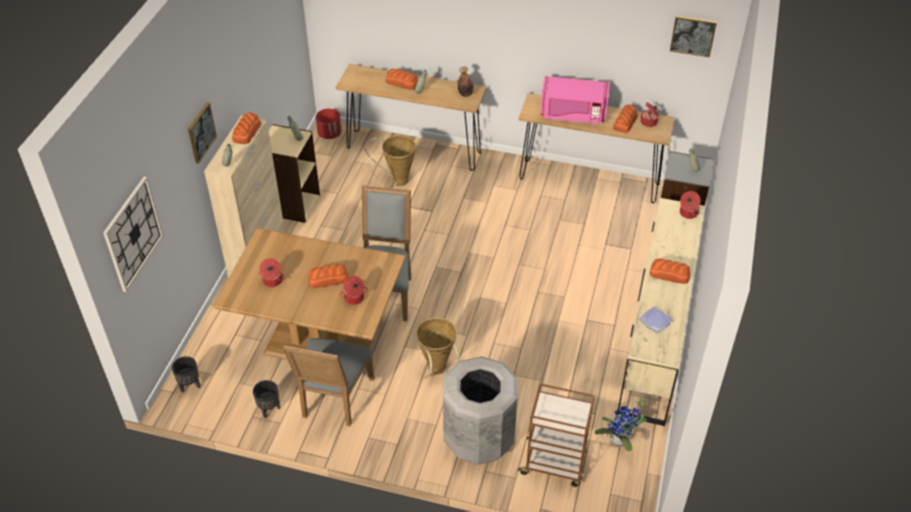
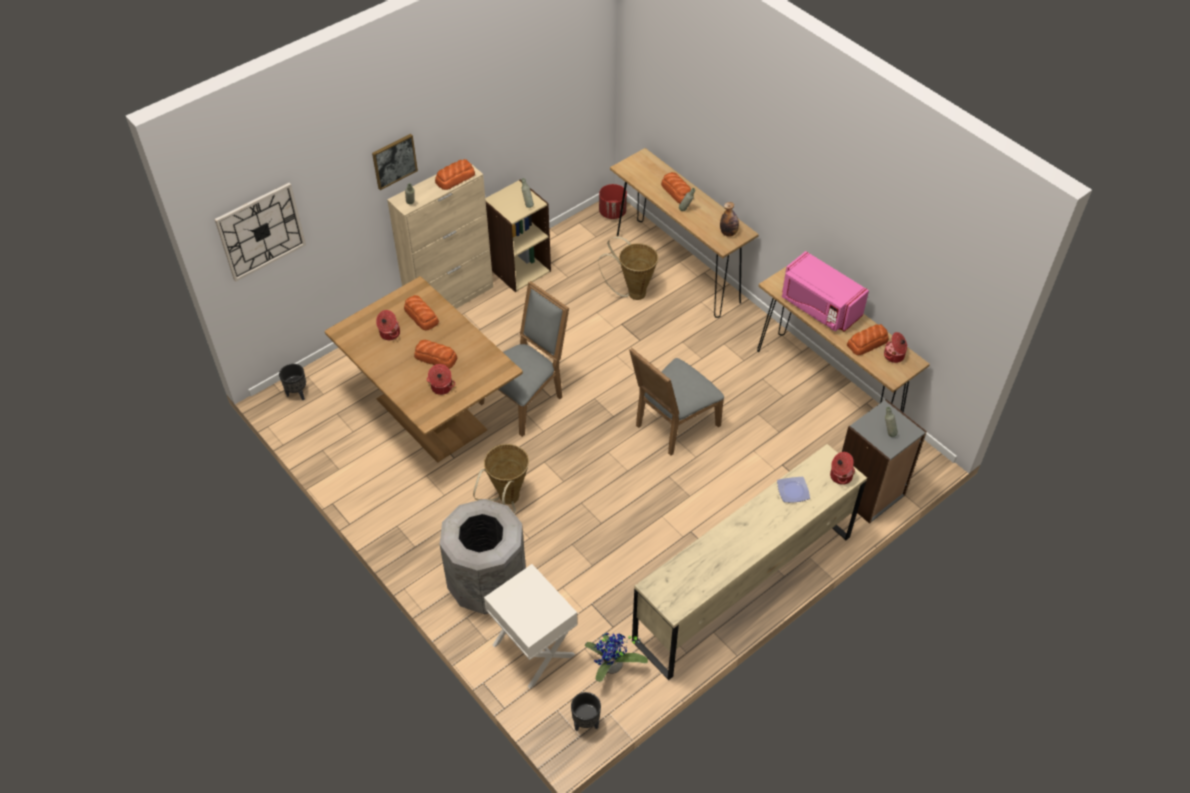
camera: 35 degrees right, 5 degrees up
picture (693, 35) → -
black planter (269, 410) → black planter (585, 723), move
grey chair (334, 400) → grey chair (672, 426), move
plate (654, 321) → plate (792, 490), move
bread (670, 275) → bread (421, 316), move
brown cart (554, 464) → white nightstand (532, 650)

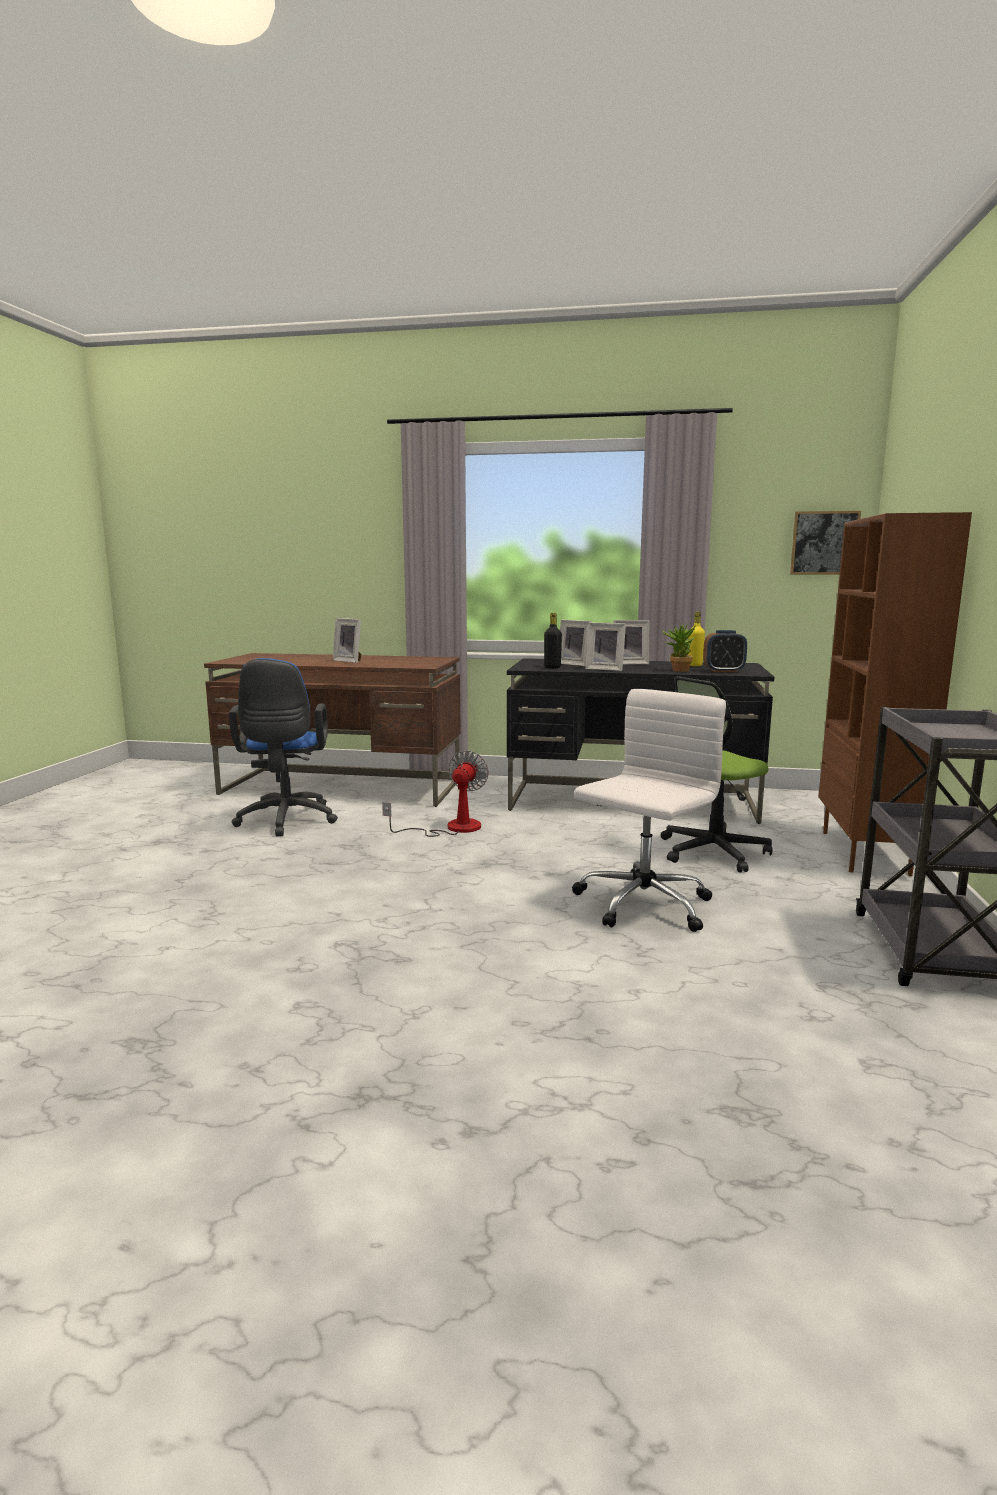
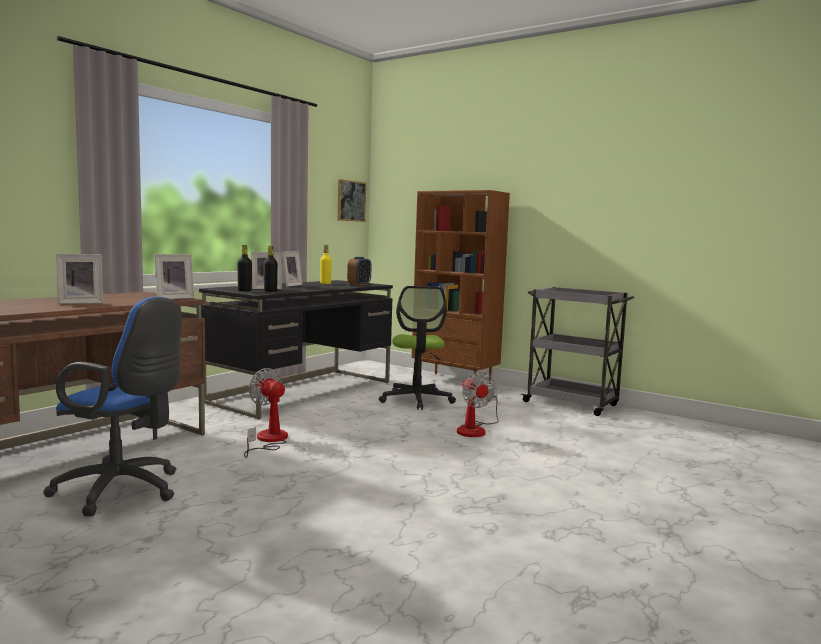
camera: 65 degrees left, 5 degrees down
potted plant (677, 670) → -
- → black bottle (244, 290)
picture frame (605, 669) → picture frame (173, 298), move
white office chair (641, 905) → fan (475, 429)

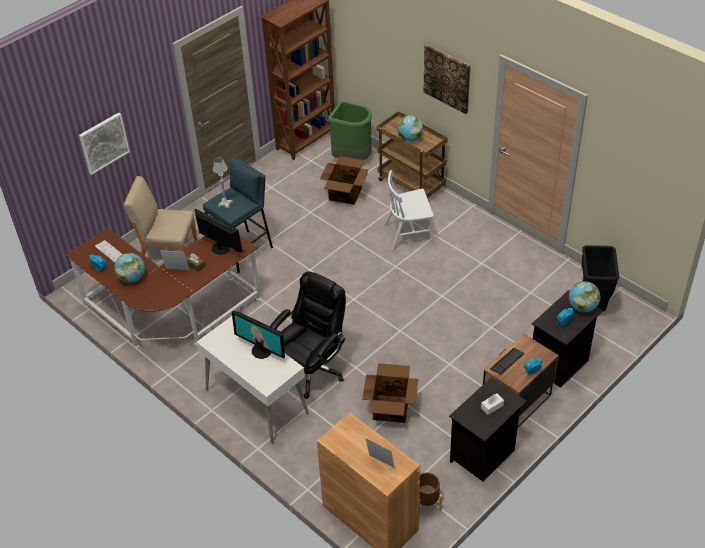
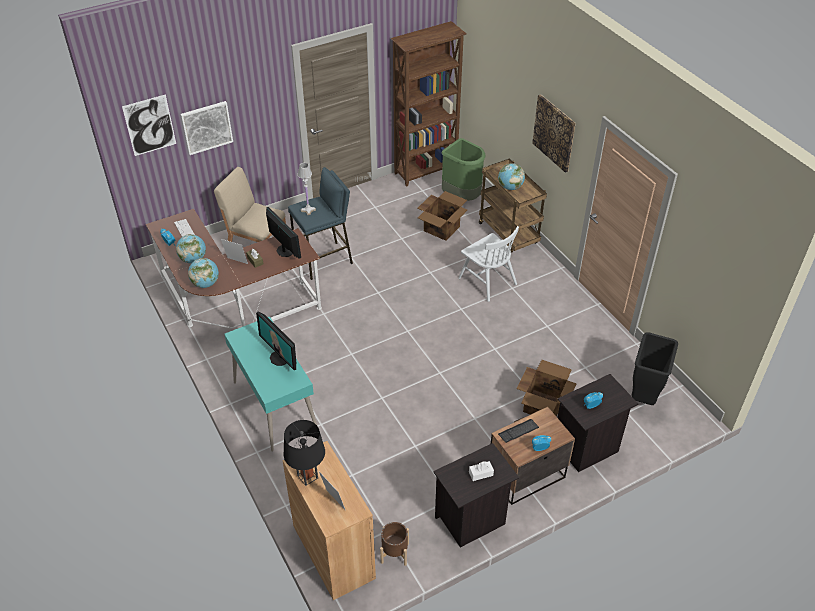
camera: 15 degrees right, 0 degrees up
black office chair (311, 369) → -
- → picture (150, 125)
- → black table lamp (307, 476)
cardboard box (391, 408) → cardboard box (543, 405), move
globe (582, 307) → globe (205, 283), move
white desk (256, 402) → turquoise desk (274, 406)
white chair (409, 234) → white chair (487, 281), 135 degrees counterclockwise

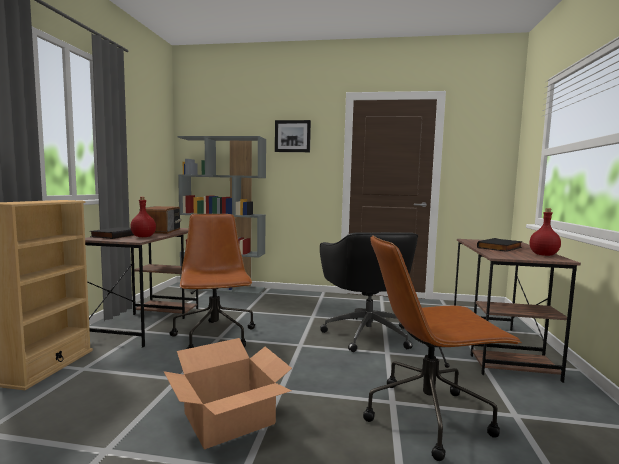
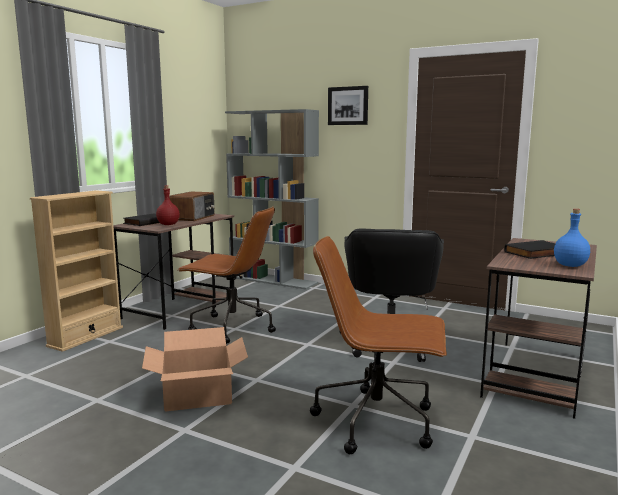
camera: 20 degrees right, 5 degrees up
red bottle (544, 255) → blue bottle (570, 265)
brown office chair (215, 337) → brown office chair (231, 328), 105 degrees clockwise

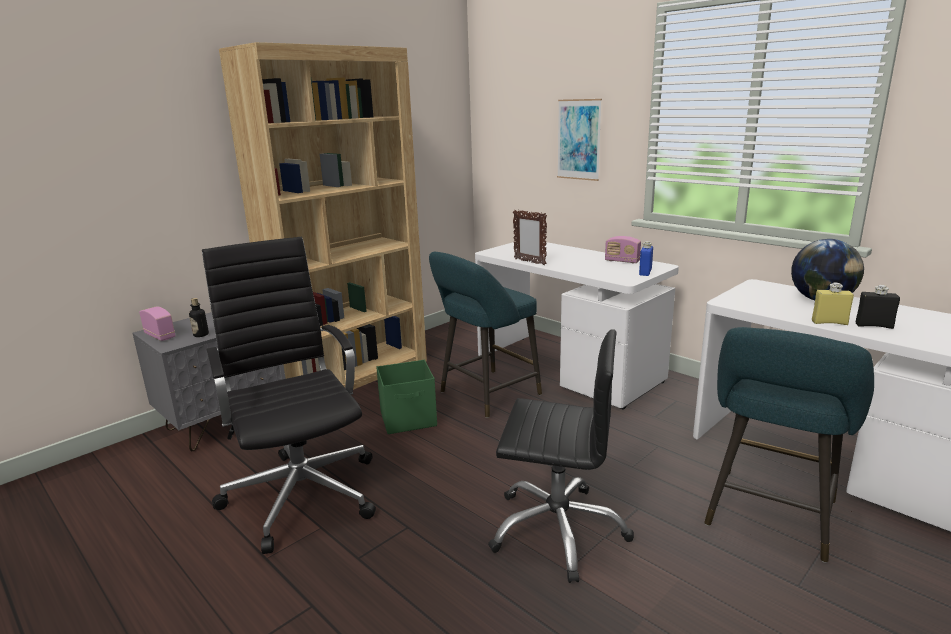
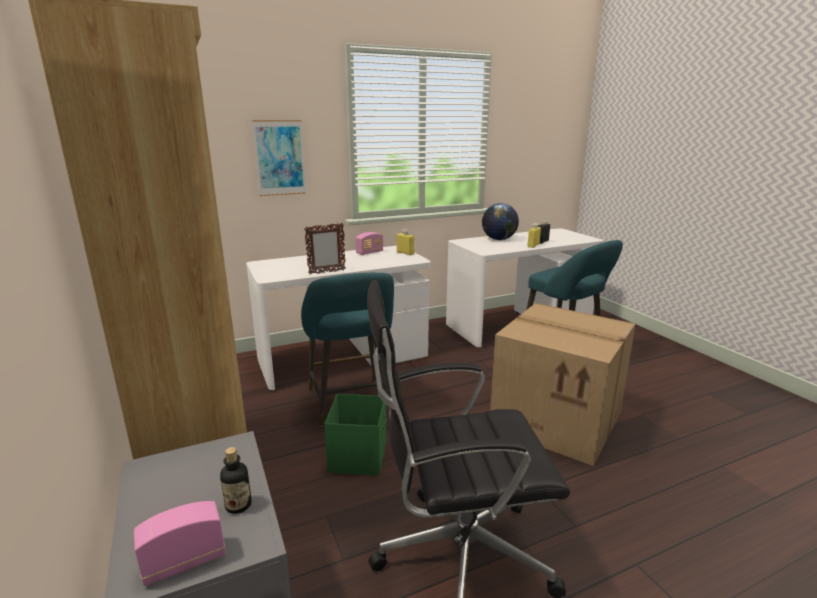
camera: 70 degrees left, 0 degrees up
black office chair (558, 529) → cardboard box (558, 420)
blue bottle (645, 272) → yellow bottle (405, 253)

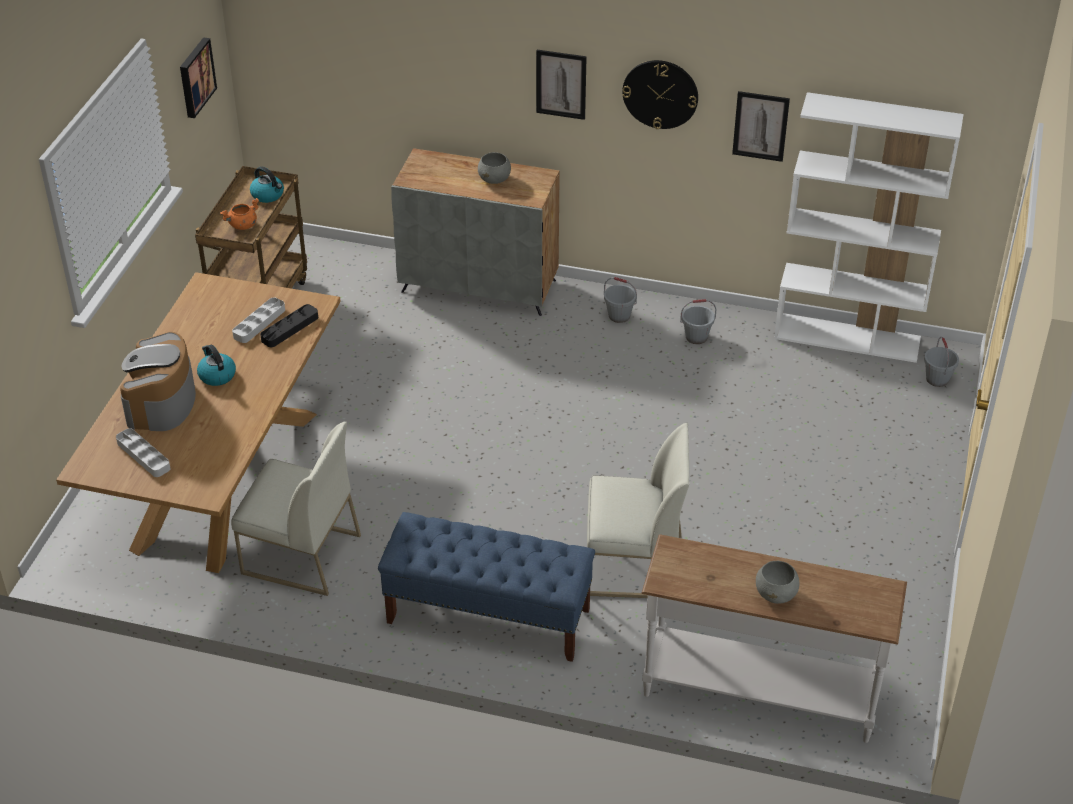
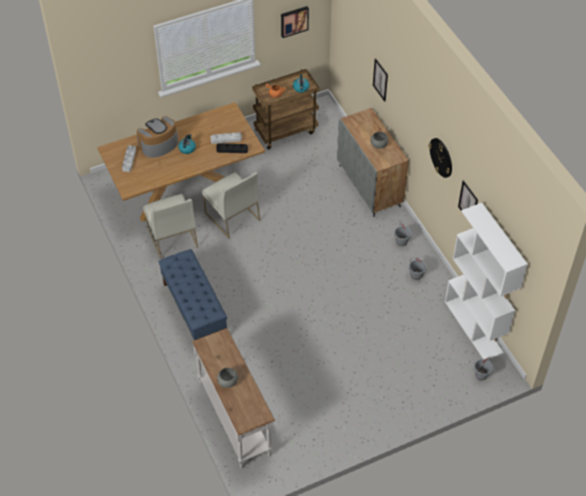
camera: 50 degrees right, 10 degrees up
picture (561, 84) → picture (380, 80), move
white chair (634, 566) → white chair (231, 216), move

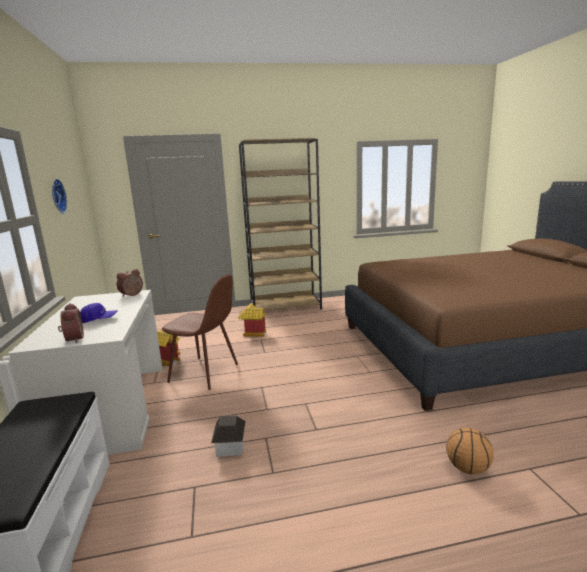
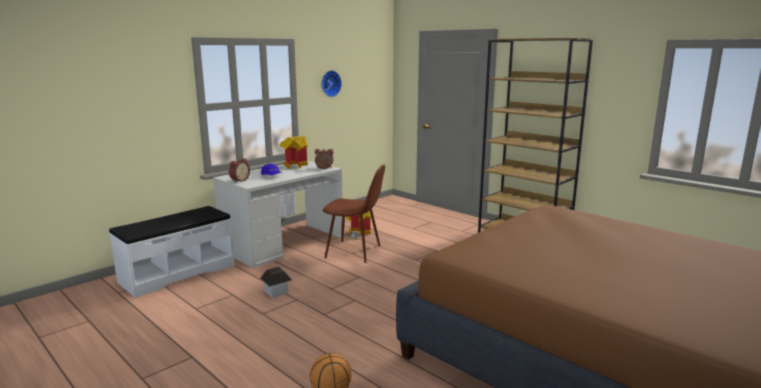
camera: 55 degrees right, 0 degrees up
toy house (252, 333) → toy house (294, 165), move
brown chair (205, 373) → brown chair (355, 252), 60 degrees counterclockwise

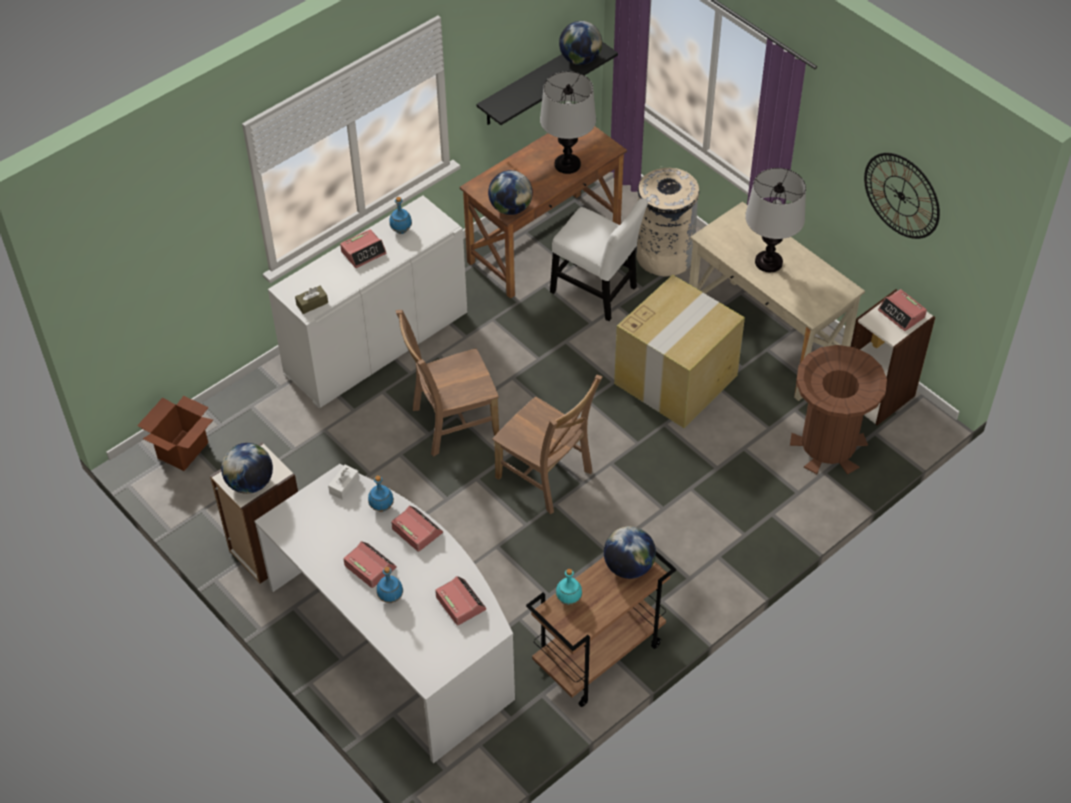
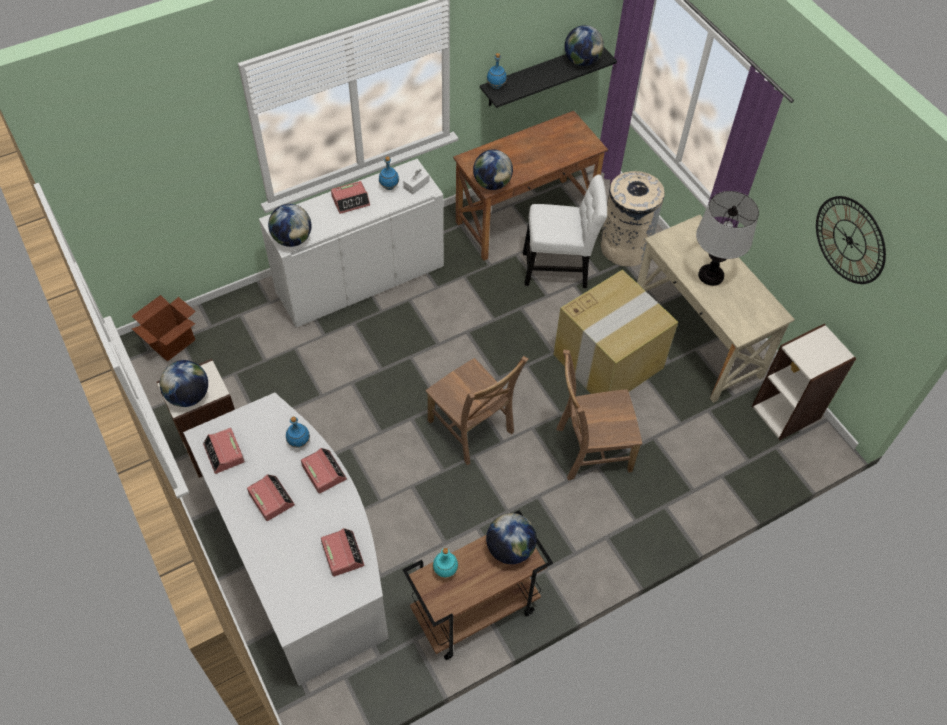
camera: 10 degrees right, 5 degrees up
table lamp (567, 164) → -
brown trash can (828, 446) → -
white tissue box (344, 486) → white tissue box (416, 185), move
blue bottle (391, 598) → blue bottle (496, 86), move
brown chair (451, 423) → brown chair (590, 449), move
alarm clock (901, 314) → alarm clock (224, 453), move
brown tissue box (312, 304) → globe (292, 239)
white chair (597, 292) → white chair (559, 269), 45 degrees counterclockwise

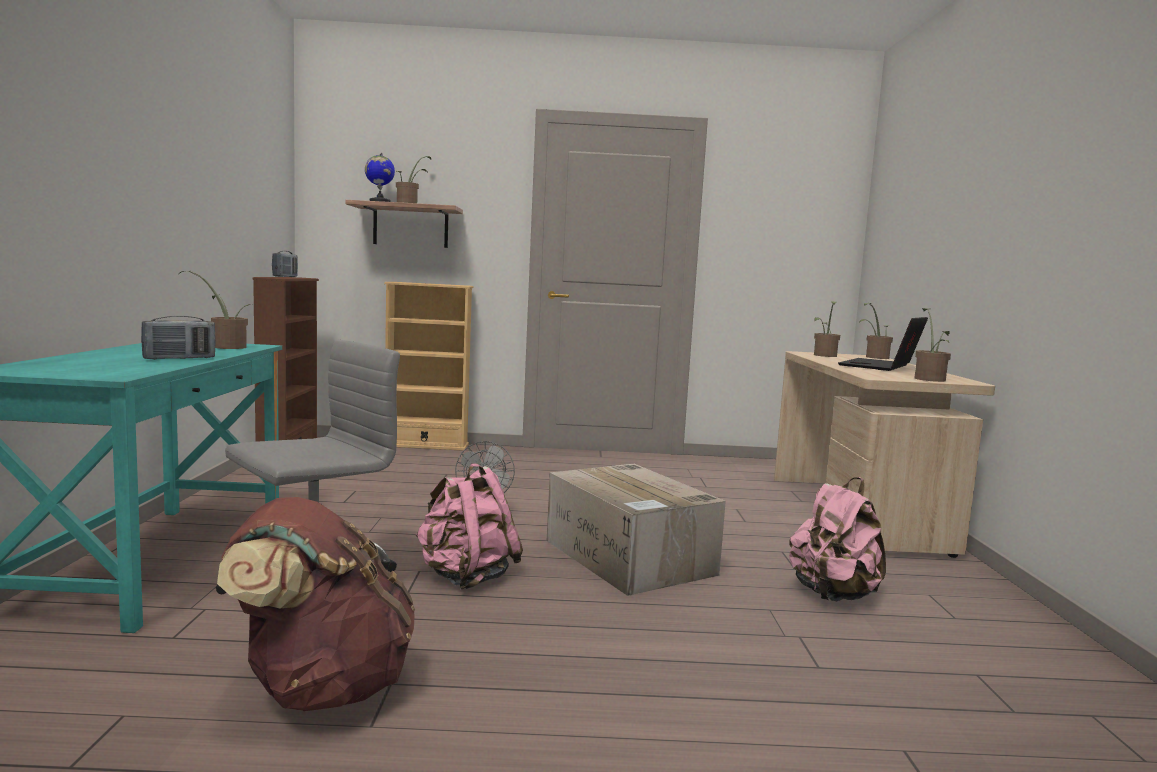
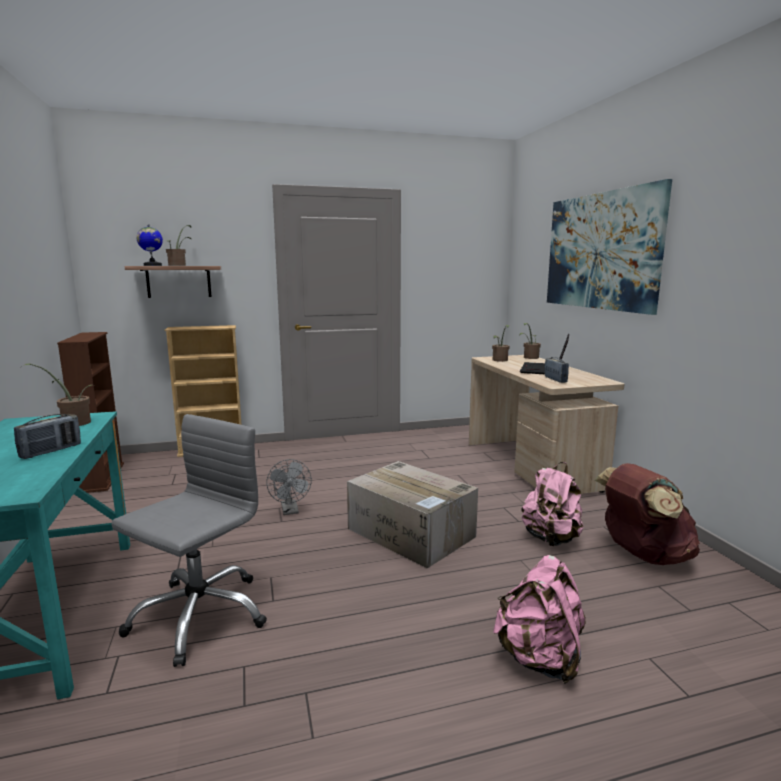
camera: 15 degrees left, 5 degrees up
potted plant (929, 379) → -
- → picture (600, 251)
brown backpack (321, 688) → brown backpack (642, 554), move
radio (285, 277) → radio (555, 380), move
pink backpack (466, 577) → pink backpack (539, 658), move

